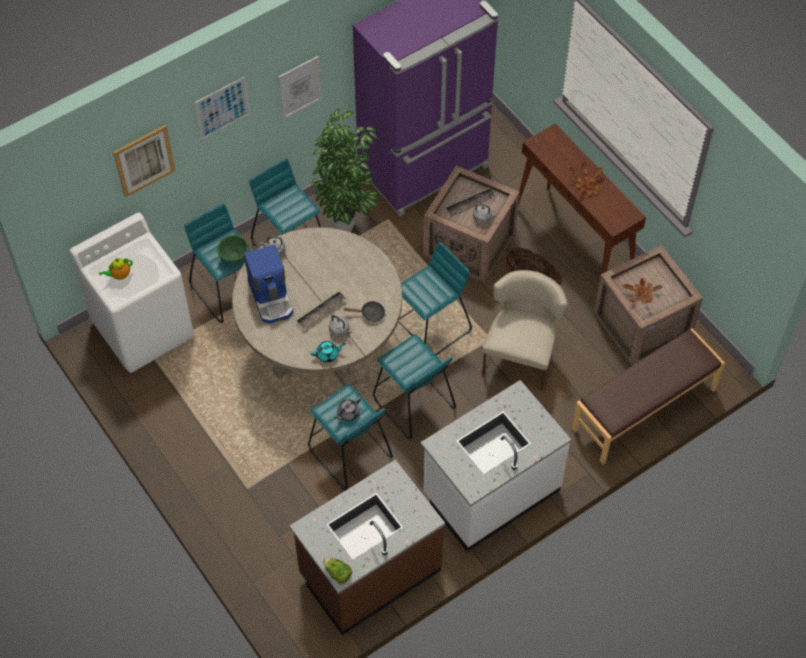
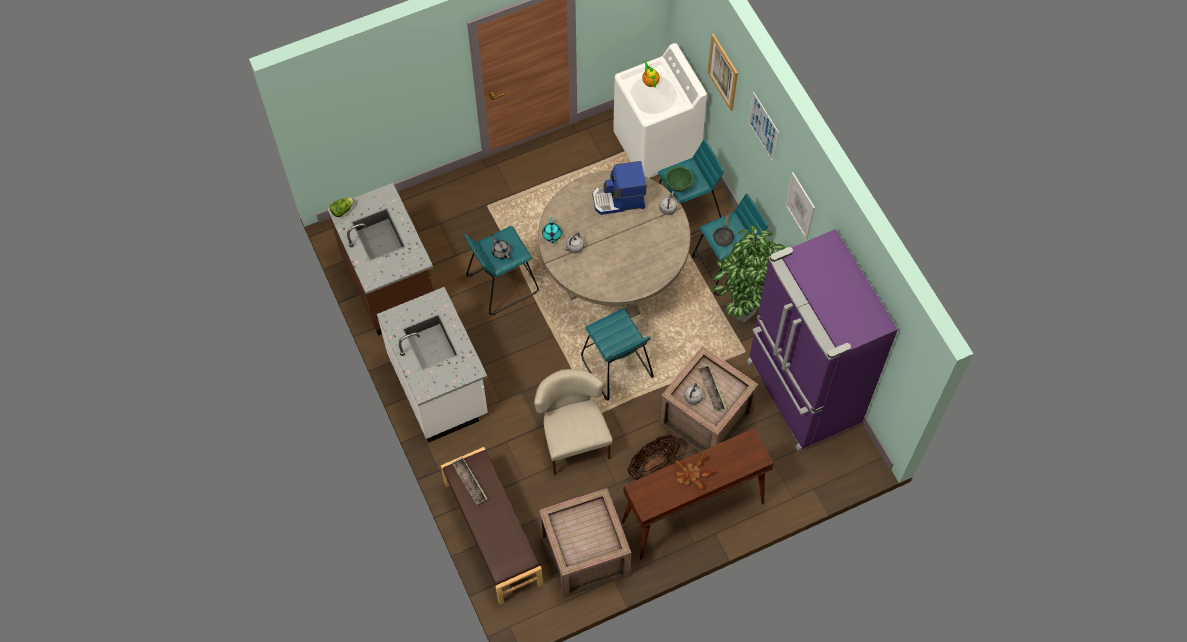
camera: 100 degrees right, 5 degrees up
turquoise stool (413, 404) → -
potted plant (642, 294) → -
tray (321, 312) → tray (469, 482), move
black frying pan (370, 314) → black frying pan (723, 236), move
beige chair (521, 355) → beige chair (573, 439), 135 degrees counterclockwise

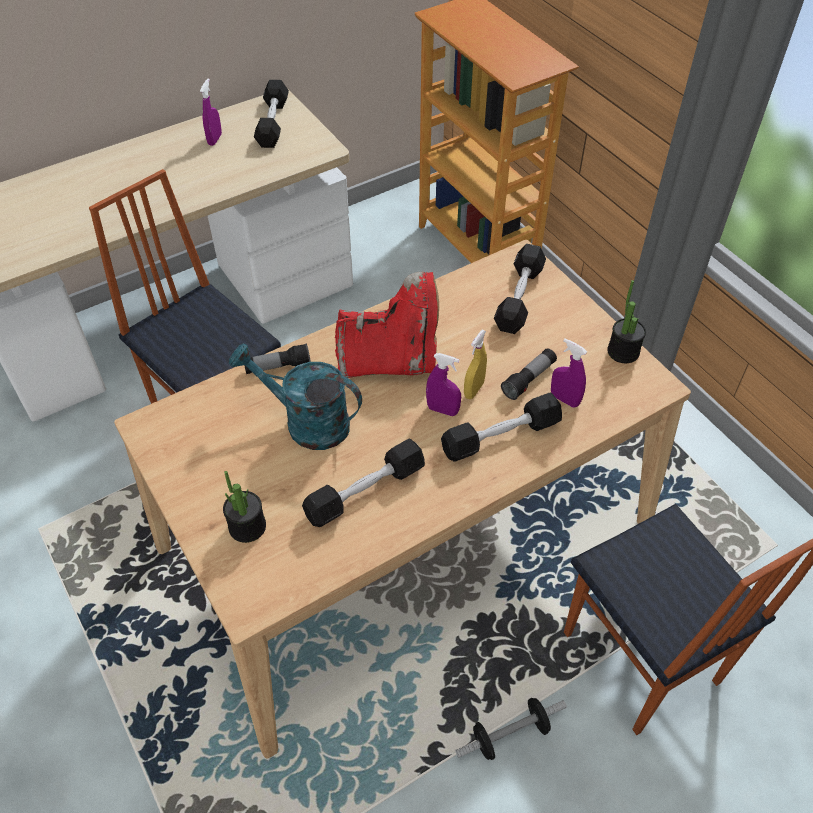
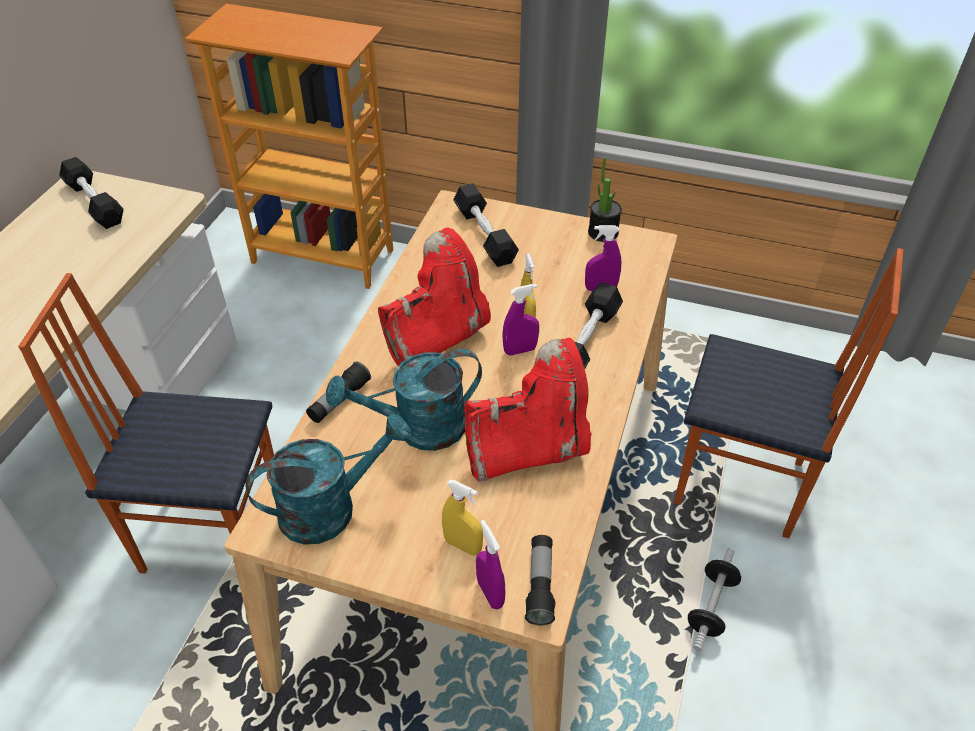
camera: 40 degrees left, 5 degrees down
- → turquoise watering can (331, 507)
purple spray bottle (215, 139) → purple spray bottle (490, 593), move
flashlight (529, 379) → flashlight (540, 585), move
potted plant (247, 526) → yellow spray bottle (463, 545)
black dumbbell (365, 491) → red boot (530, 450)

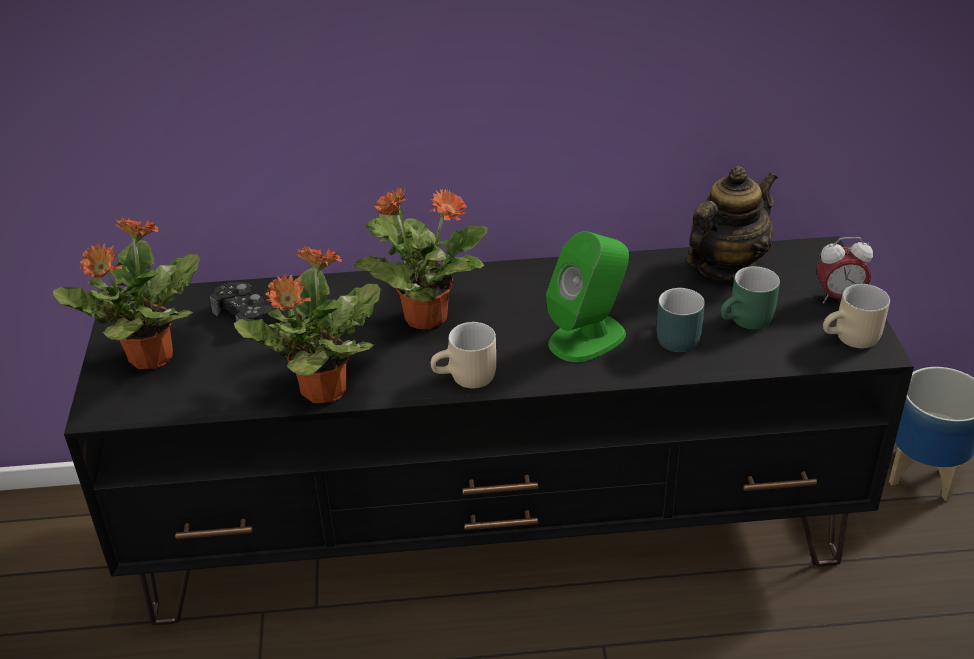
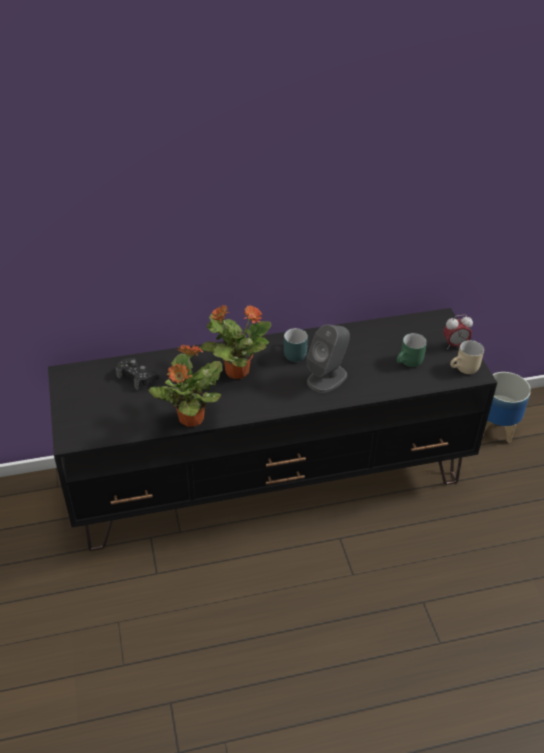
camera: 10 degrees left, 5 degrees up
potted plant (149, 357) → -
beige mug (467, 379) → -
teapot (725, 267) → -
turquoise mug (673, 336) → turquoise mug (292, 353), move
green speaker (588, 338) → grey speaker (327, 378)

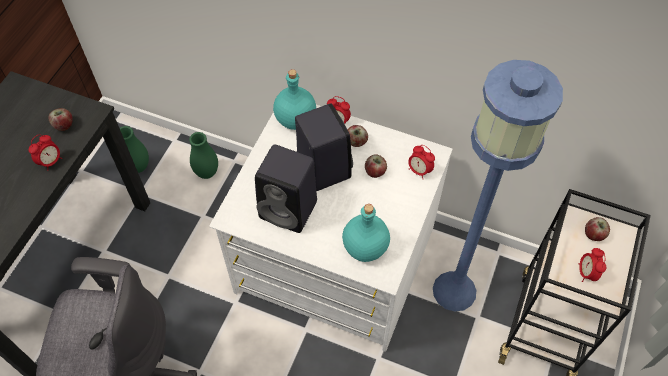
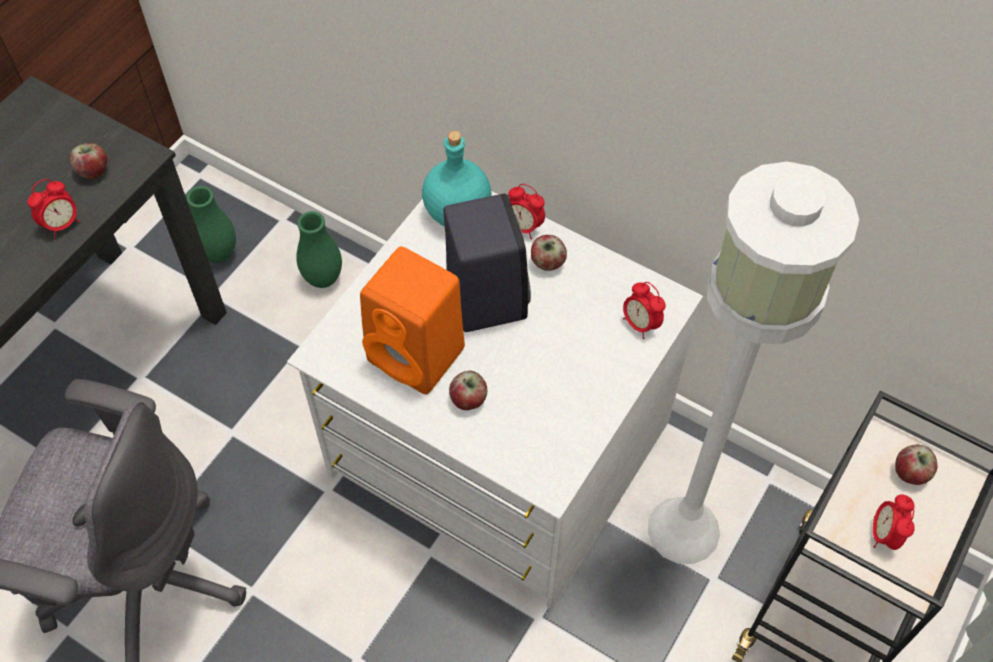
camera: 10 degrees right, 0 degrees up
turquoise bottle (365, 248) → -
apple (375, 172) → apple (469, 399), move
black speaker (290, 210) → orange speaker (419, 355)
blue floor lamp (455, 290) → white floor lamp (684, 529)

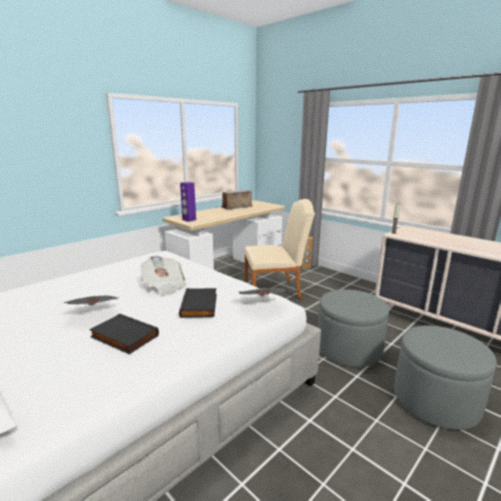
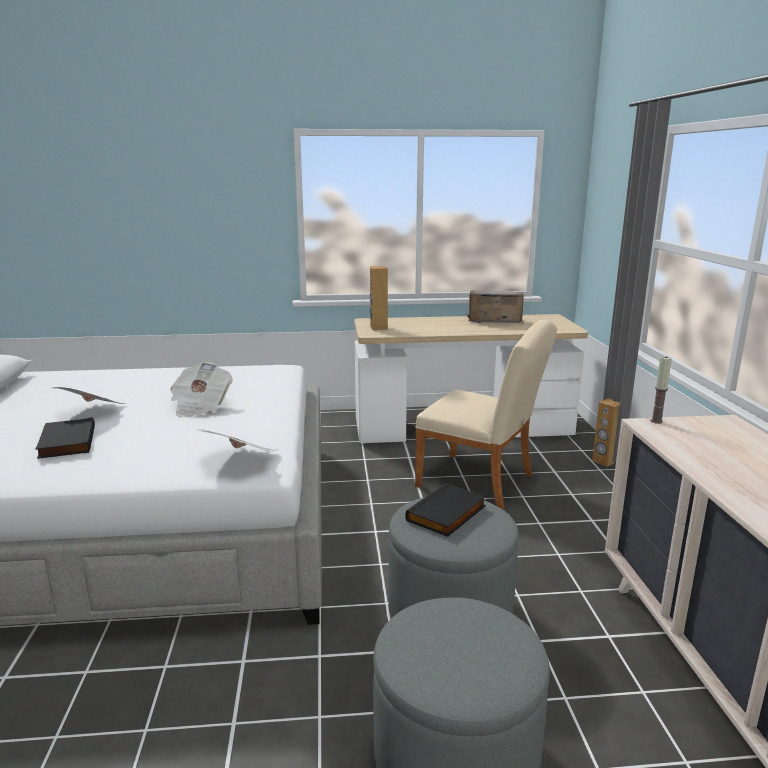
camera: 40 degrees right, 0 degrees up
black book (200, 305) → black book (447, 514), move
purple speaker (189, 220) → brown speaker (378, 328)

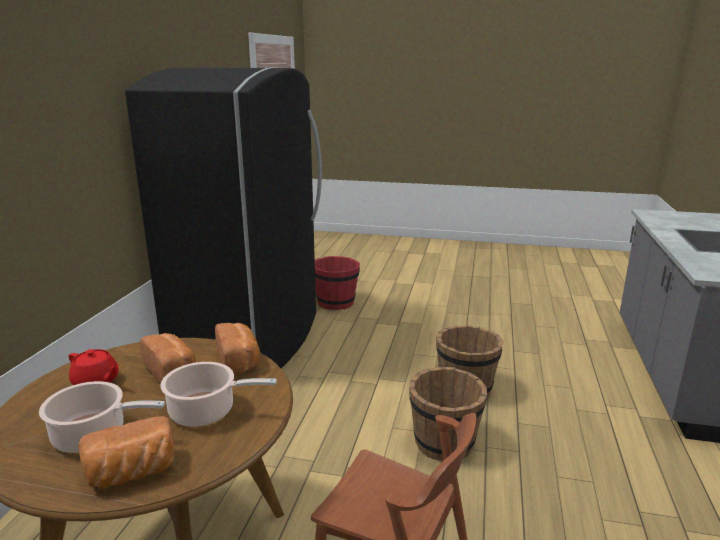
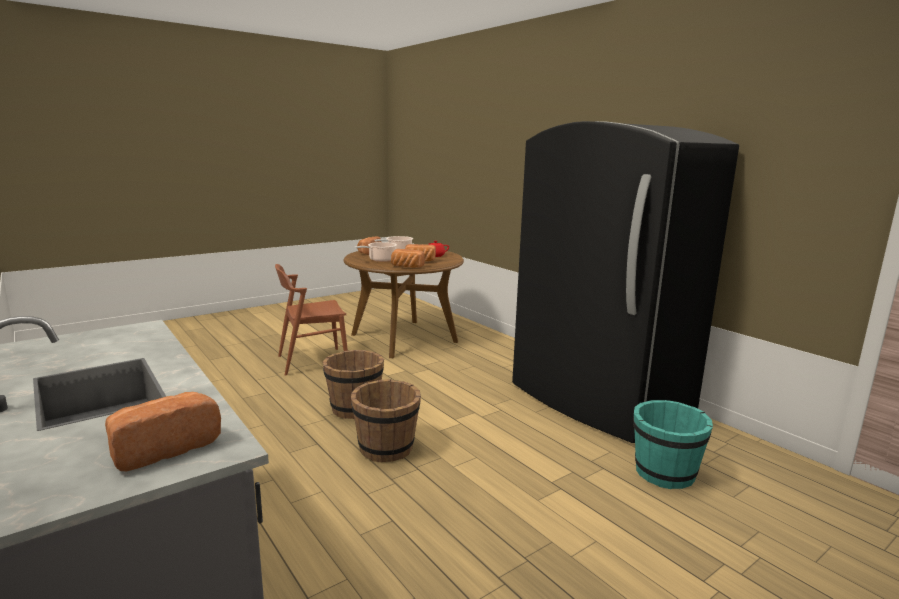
camera: 130 degrees right, 5 degrees down
- → bread (164, 447)
red bucket (336, 302) → turquoise bucket (664, 473)

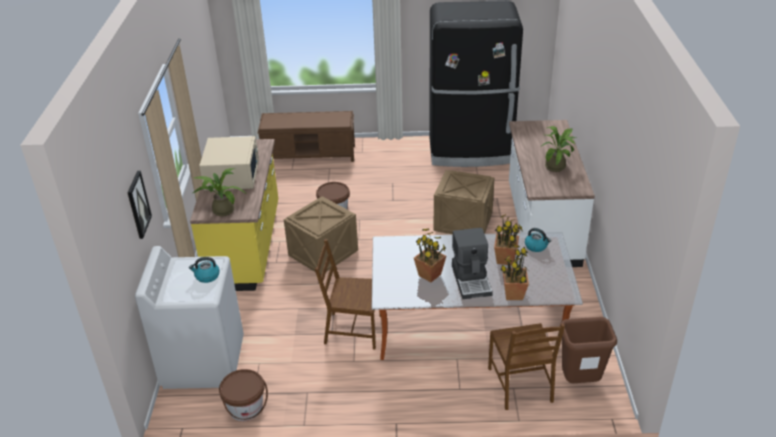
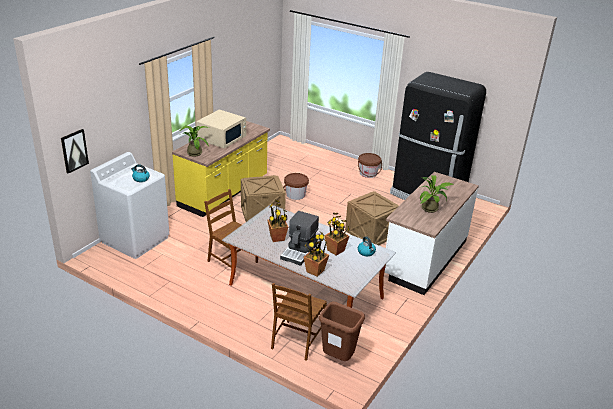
camera: 30 degrees right, 5 degrees down
brown bench (310, 154) → -
picture (138, 204) → picture (74, 150), move
brown bucket (246, 408) → brown bucket (368, 173), move

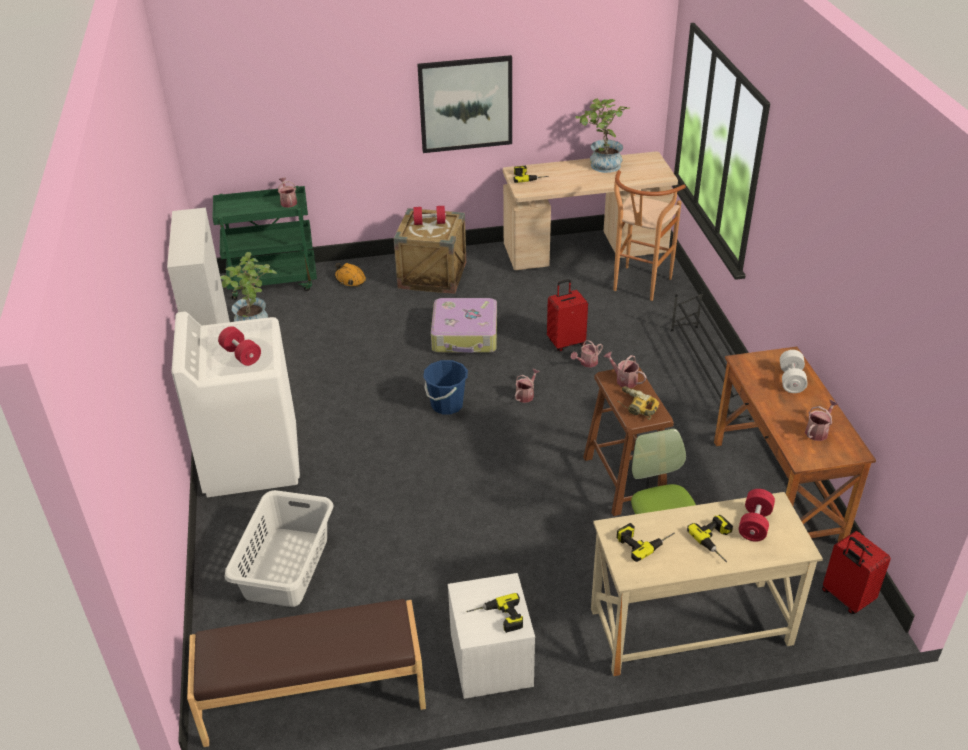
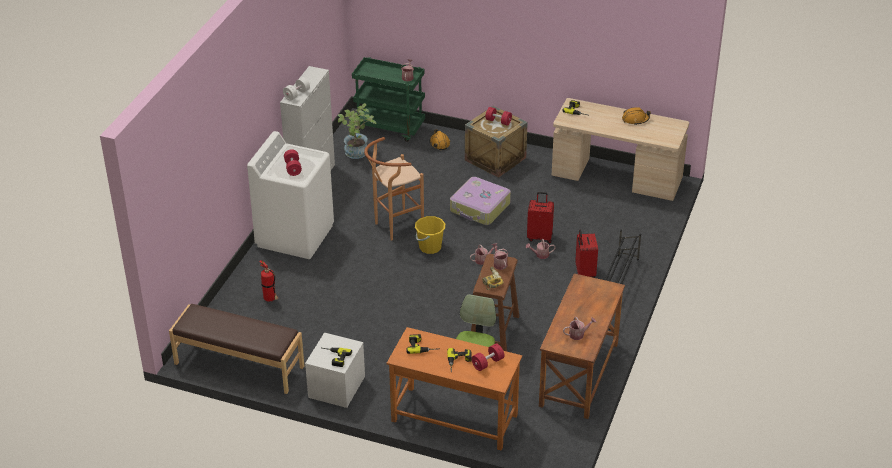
camera: 30 degrees right, 0 degrees up
picture (465, 104) → -
brown stool (638, 287) → brown stool (394, 227), move
white dumbbell (791, 380) → white dumbbell (297, 94), move
red suitcase (846, 597) → red suitcase (584, 272), move
white laundry basket (285, 567) → fire extinguisher (270, 299)
potted plant (601, 166) → orange hard hat (635, 119)
blue bucket (447, 405) → yellow bucket (430, 247)
beige desk (690, 627) → orange desk (454, 418)

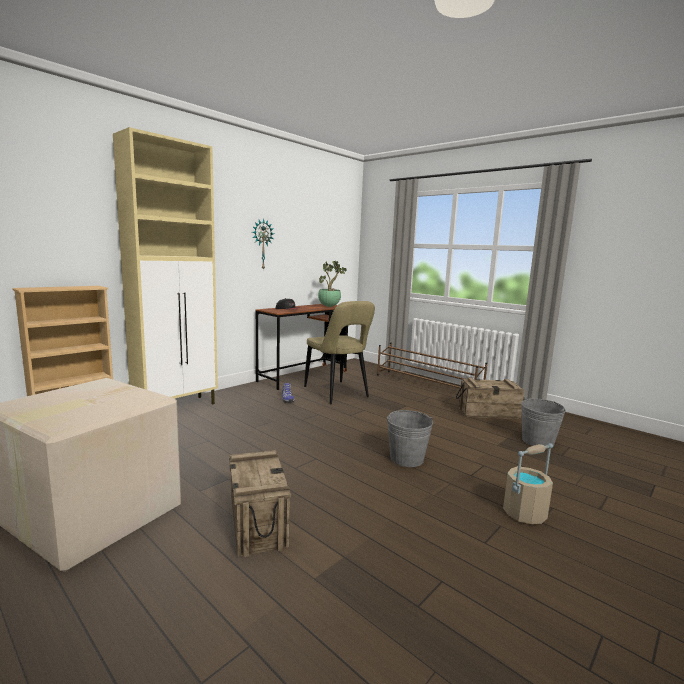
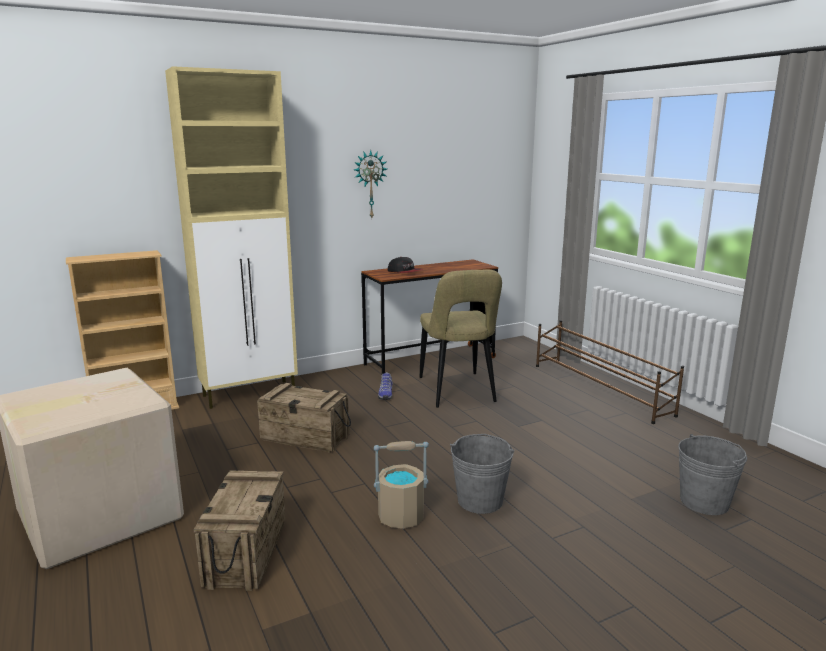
camera: 20 degrees right, 5 degrees up
potted plant (329, 306) → -
crate (488, 412) → crate (305, 437), move
beige bucket (524, 513) → beige bucket (401, 517), move

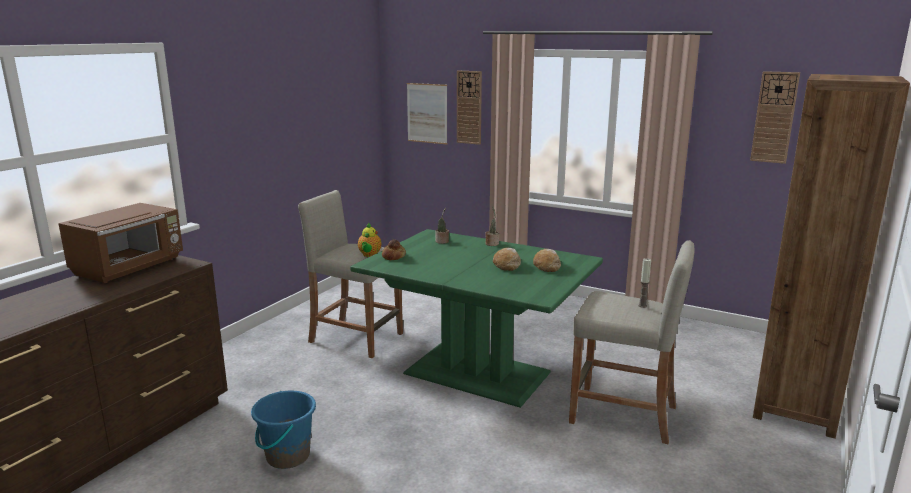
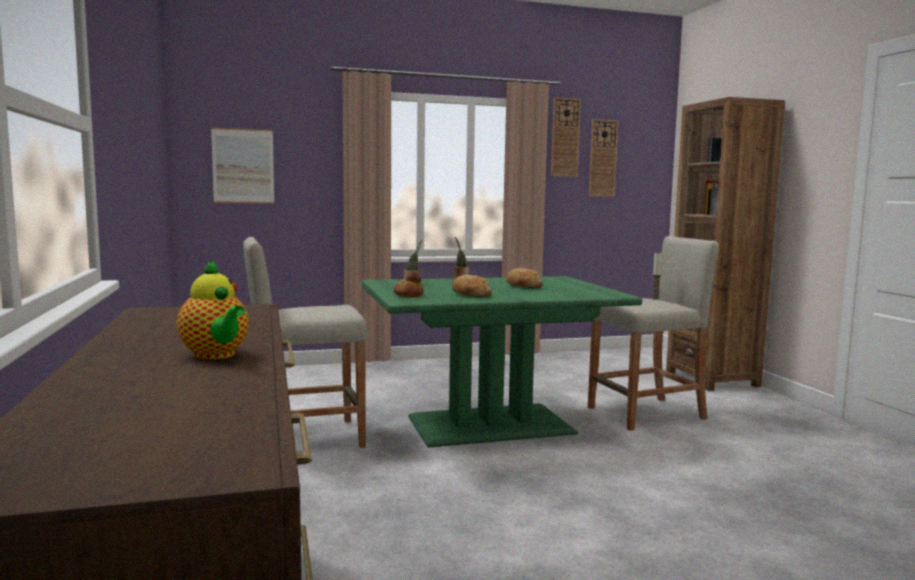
camera: 45 degrees left, 10 degrees down
brown microwave (130, 267) → -
blue bucket (287, 456) → -
teapot (369, 255) → teapot (216, 355), move
wall clock (469, 107) → wall clock (565, 137), move
bread (546, 266) → bread (470, 294), move

